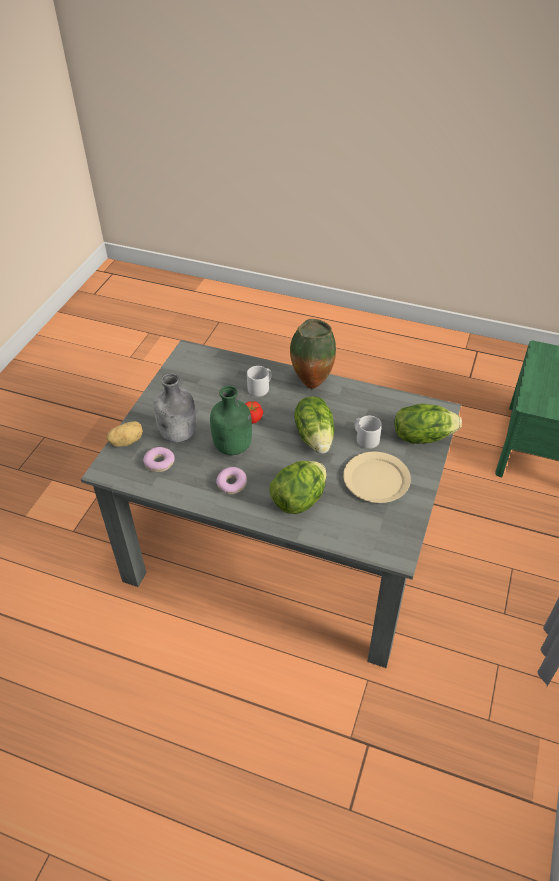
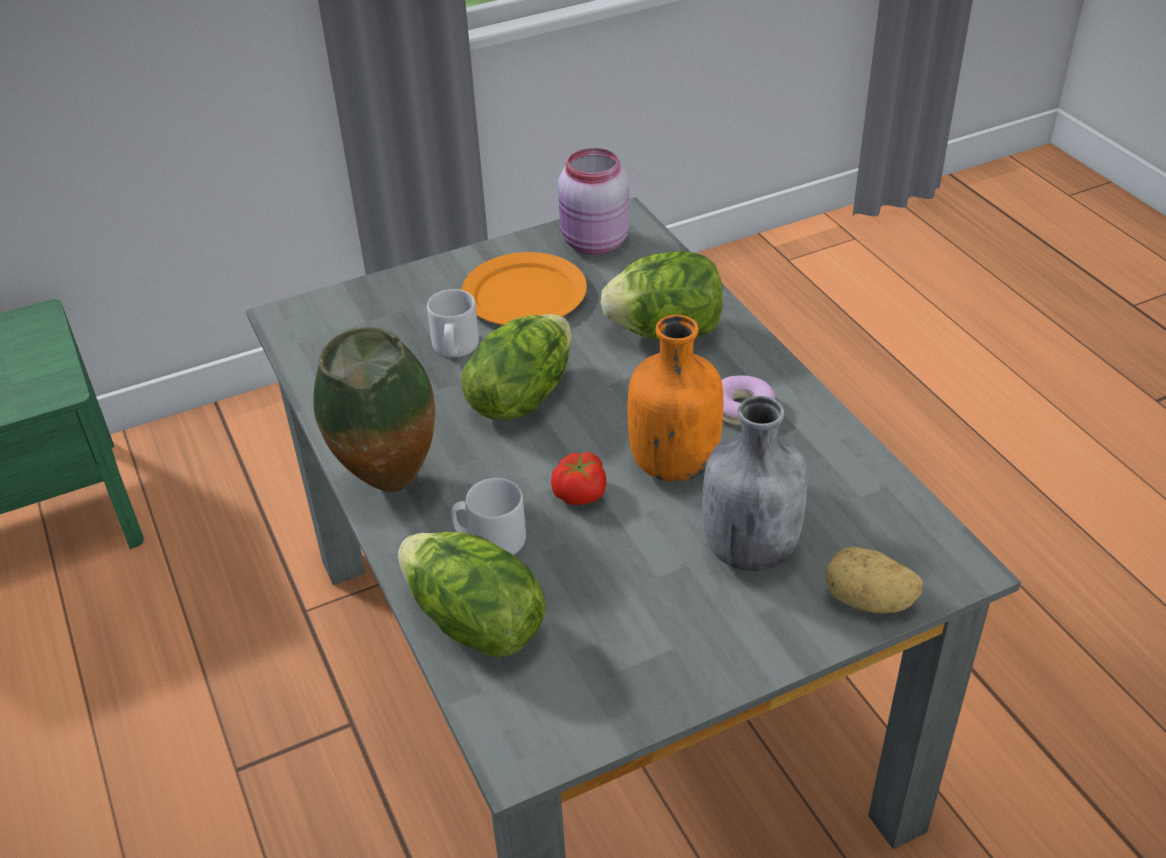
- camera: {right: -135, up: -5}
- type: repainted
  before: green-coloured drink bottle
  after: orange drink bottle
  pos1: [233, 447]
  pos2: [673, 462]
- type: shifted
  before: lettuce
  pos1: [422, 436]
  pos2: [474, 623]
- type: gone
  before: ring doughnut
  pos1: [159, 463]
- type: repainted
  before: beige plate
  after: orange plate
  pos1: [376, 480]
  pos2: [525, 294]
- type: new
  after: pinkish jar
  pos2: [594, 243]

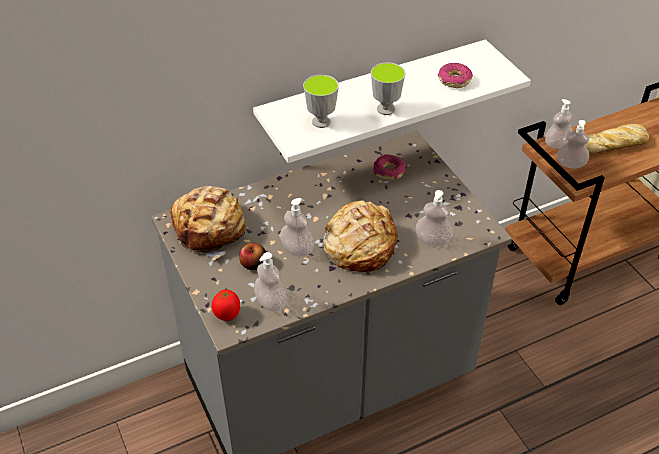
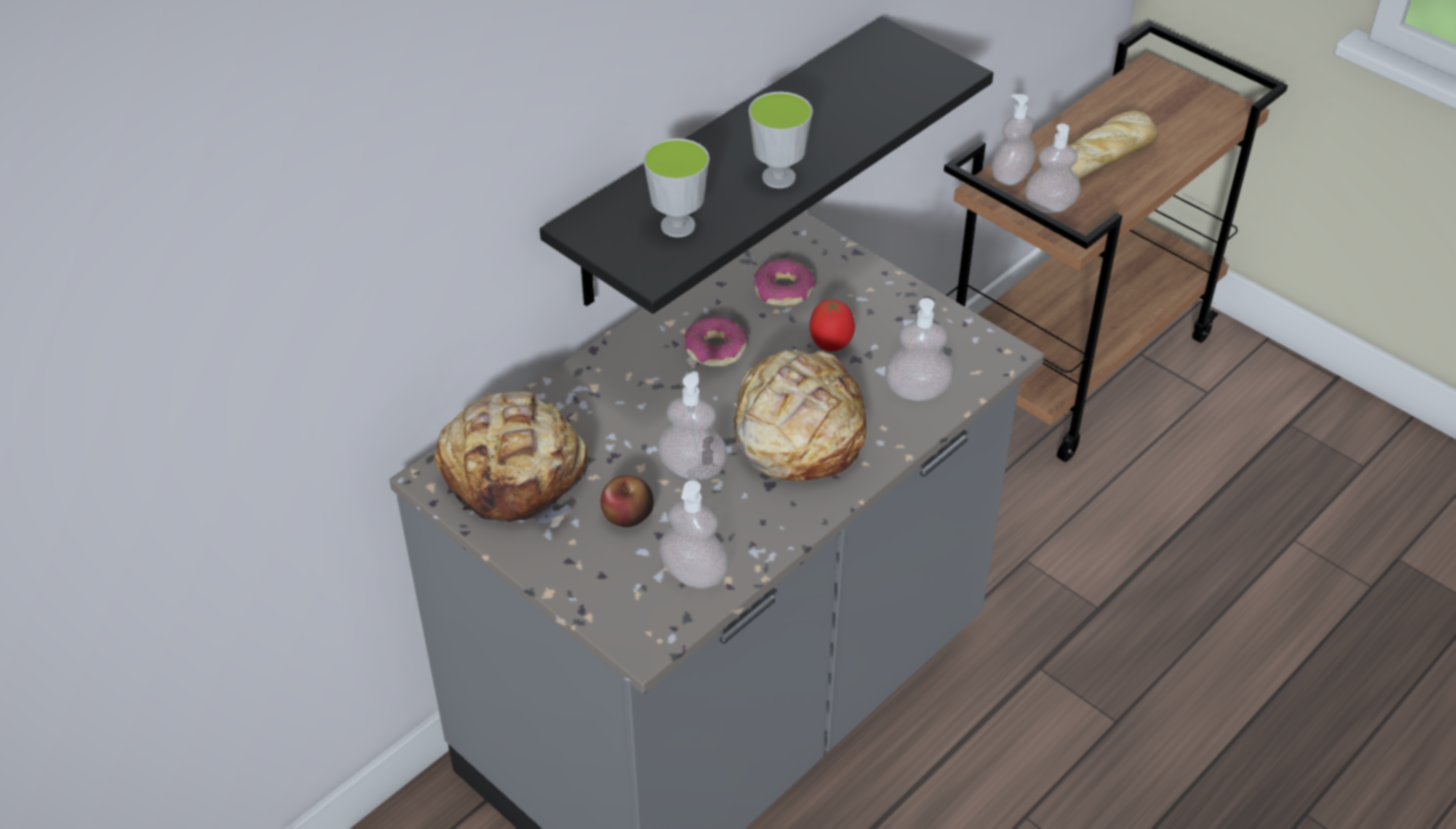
- camera: {right: -20, up: 0}
- type: repainted
  before: white bracket shelf
  after: black-coloured bracket shelf
  pos1: [373, 98]
  pos2: [722, 164]
- type: shifted
  before: ring doughnut
  pos1: [454, 80]
  pos2: [714, 350]
- type: shifted
  before: whole tomato
  pos1: [227, 315]
  pos2: [831, 345]

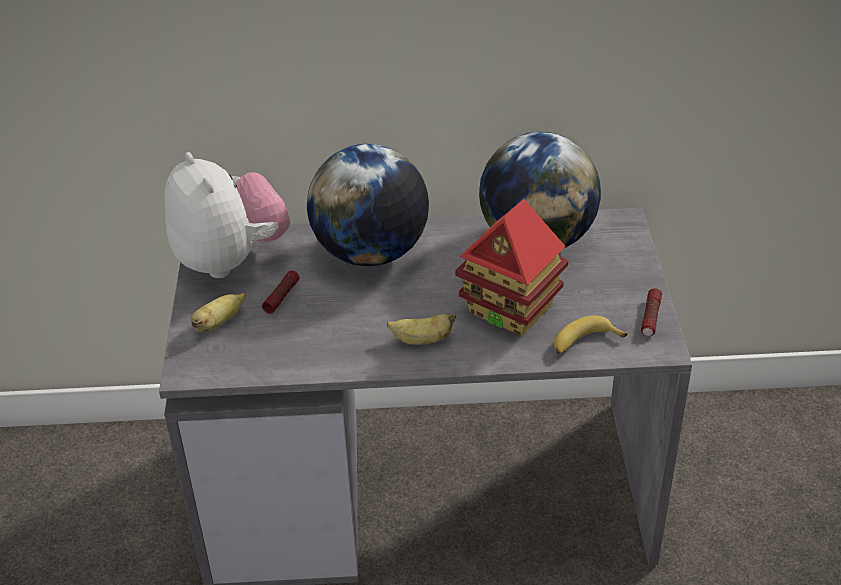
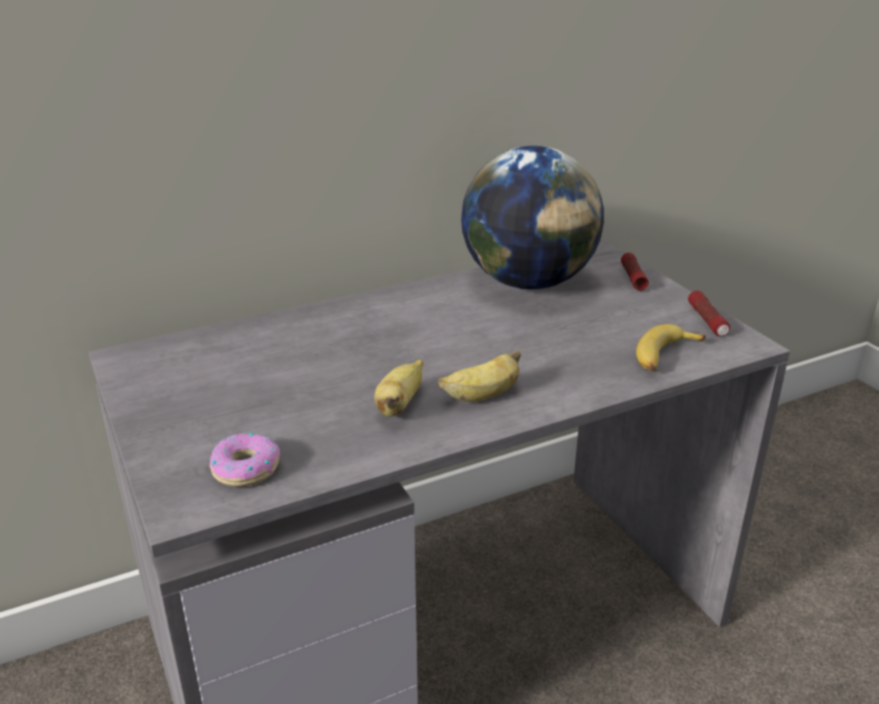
- camera: {right: -25, up: -10}
- type: gone
  before: globe
  pos1: [371, 253]
- type: gone
  before: plush toy
  pos1: [230, 259]
- type: gone
  before: miniature house
  pos1: [511, 309]
- type: shifted
  before: flashlight
  pos1: [281, 296]
  pos2: [633, 278]
- type: shifted
  before: banana fruit
  pos1: [219, 323]
  pos2: [399, 405]
- type: new
  after: ring doughnut
  pos2: [245, 468]

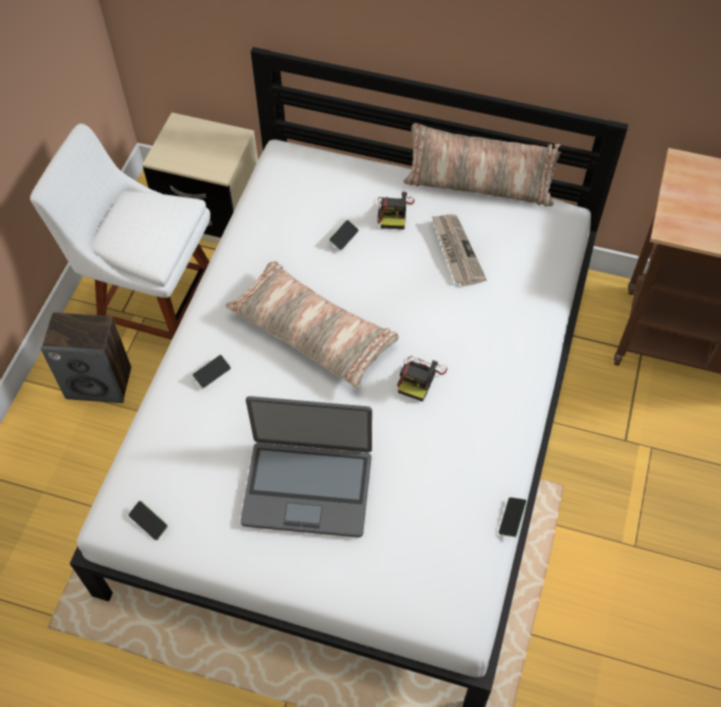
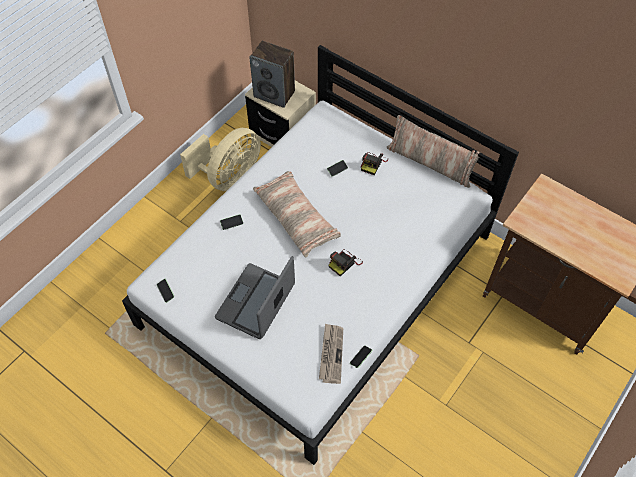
- camera: {right: 20, up: 0}
- type: swapped
  before: white chair
  after: beige fan
  pos1: [154, 307]
  pos2: [229, 177]
- type: shifted
  before: printed paper
  pos1: [456, 251]
  pos2: [331, 354]
- type: shifted
  before: audio speaker
  pos1: [100, 382]
  pos2: [275, 94]
- type: rotated
  before: notebook computer
  pos1: [307, 487]
  pos2: [256, 302]
  turn: 90

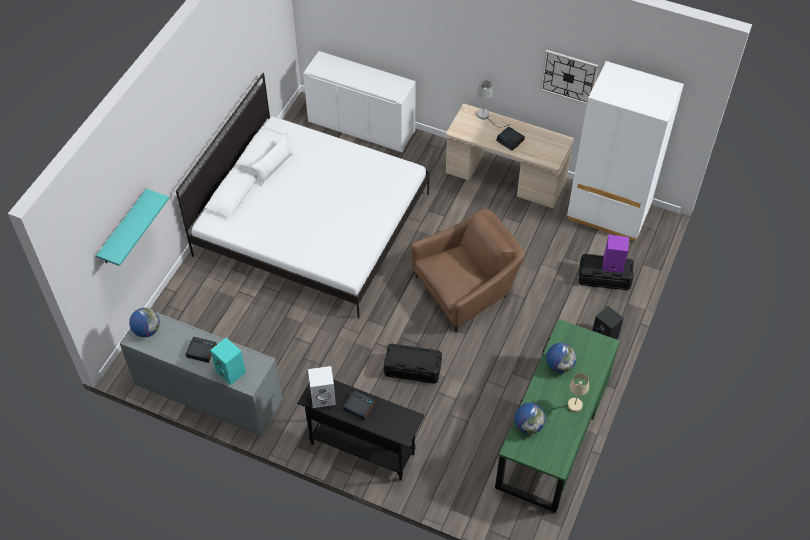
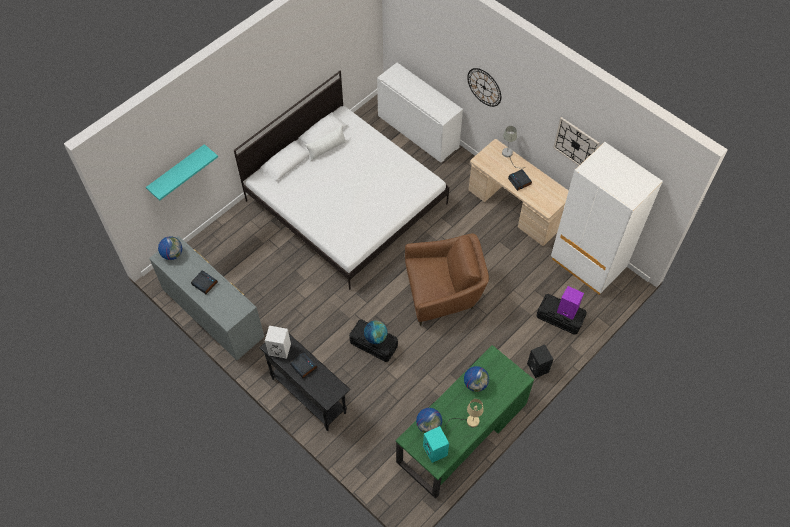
- camera: {right: 20, up: 5}
- type: shifted
  before: turquoise-coloured audio speaker
  pos1: [231, 372]
  pos2: [435, 451]
- type: new
  after: hanging clock
  pos2: [484, 87]
- type: new
  after: globe
  pos2: [375, 337]

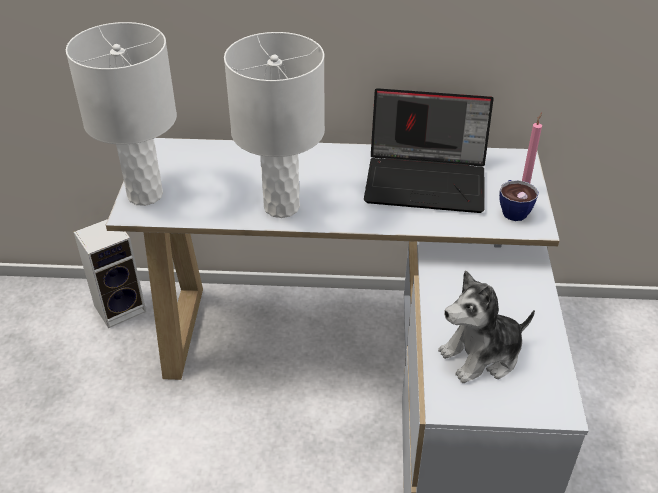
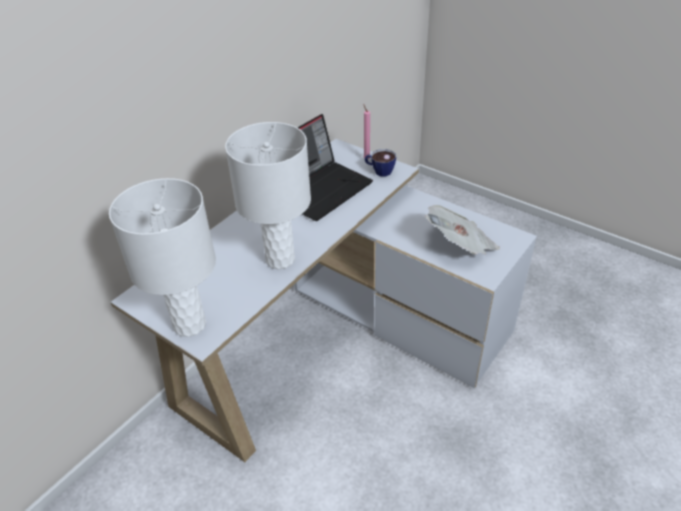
- camera: {right: -55, up: 0}
- type: gone
  before: audio speaker
  pos1: [121, 307]
- type: swapped
  before: plush toy
  after: printed paper
  pos1: [482, 356]
  pos2: [460, 246]

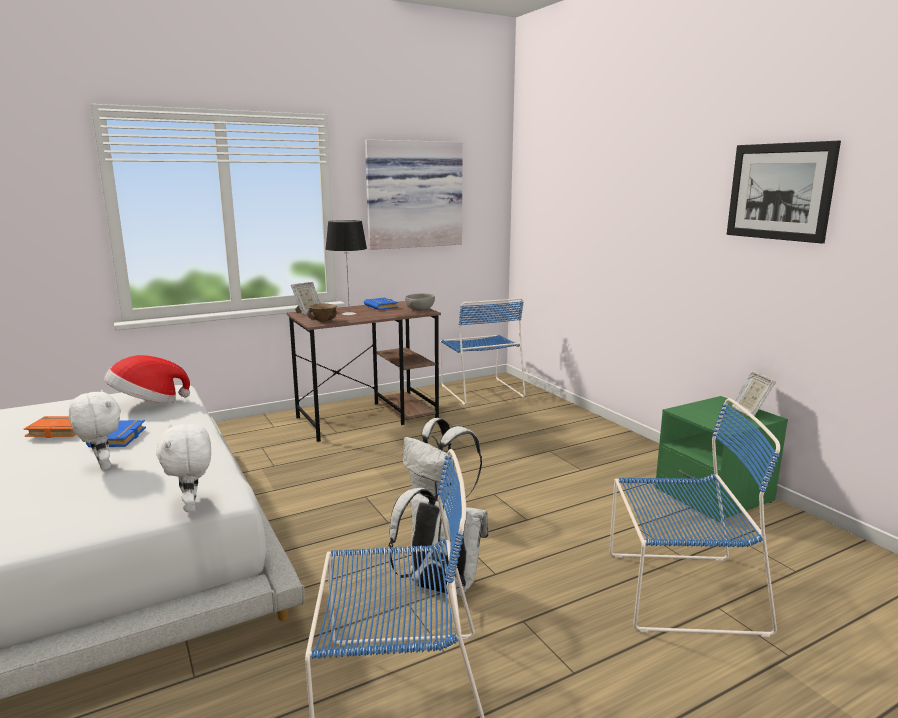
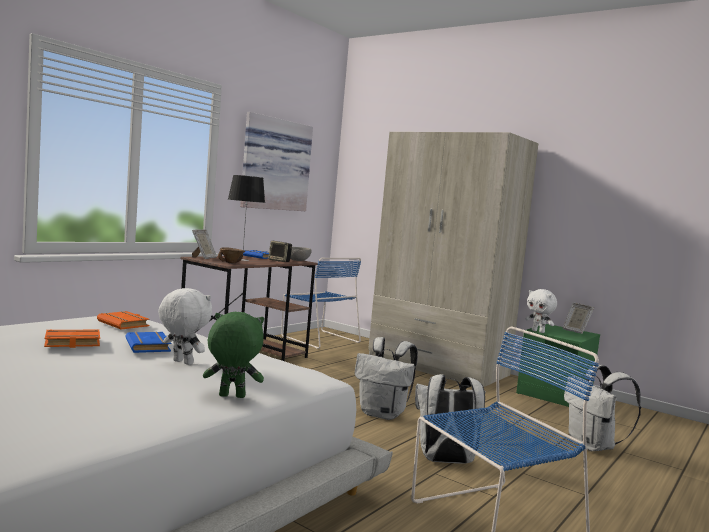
- camera: {right: -25, up: -10}
- type: gone
  before: wall picture
  pos1: [779, 191]
- type: swapped
  before: wearable hat
  after: orange volume
  pos1: [147, 403]
  pos2: [125, 324]
- type: swapped
  before: bluish chair
  after: white backpack
  pos1: [678, 591]
  pos2: [593, 446]
- type: shifted
  before: white plush toy
  pos1: [192, 506]
  pos2: [538, 331]
- type: new
  after: beige clothes cupboard
  pos2: [437, 366]
- type: new
  after: audio speaker
  pos2: [280, 261]
- type: new
  after: green-coloured plush toy
  pos2: [231, 397]

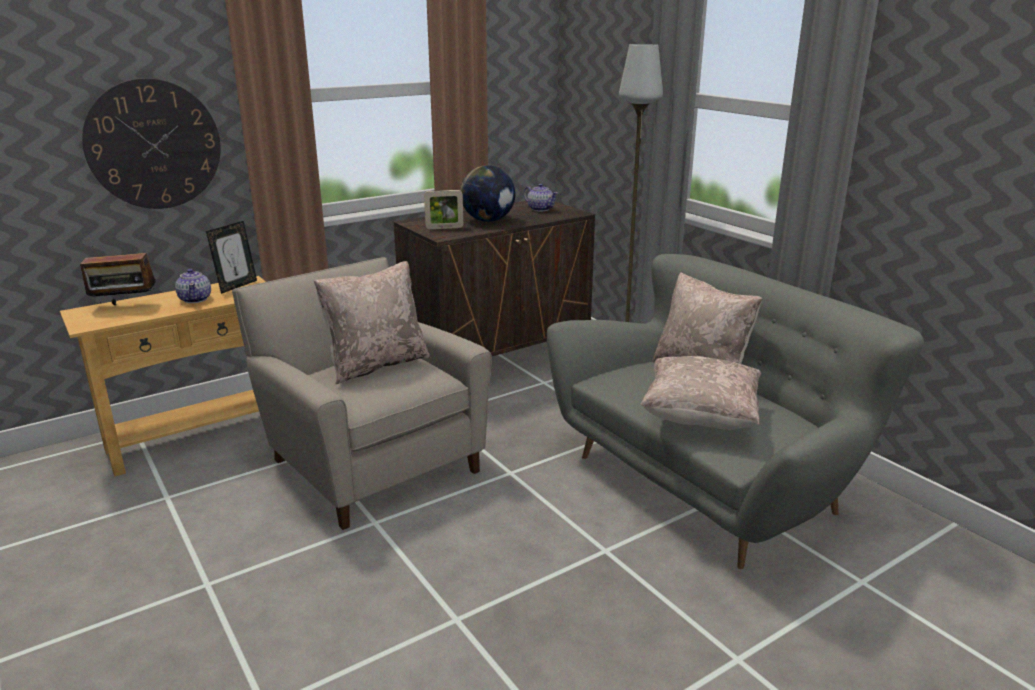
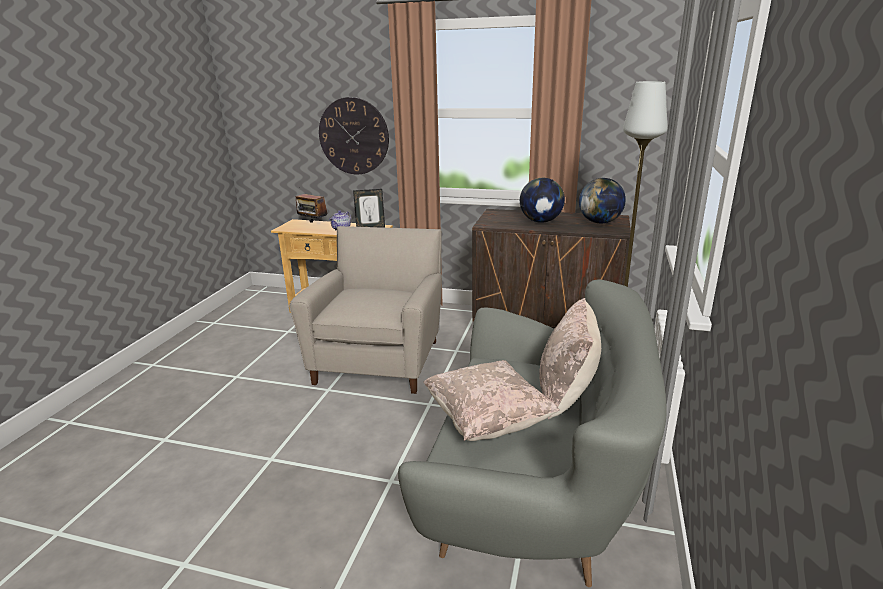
- camera: {right: 50, up: 0}
- type: swapped
  before: pot for tea
  after: globe
  pos1: [540, 209]
  pos2: [600, 222]
- type: gone
  before: photo frame
  pos1: [444, 228]
- type: gone
  before: beige throw pillow
  pos1: [376, 365]

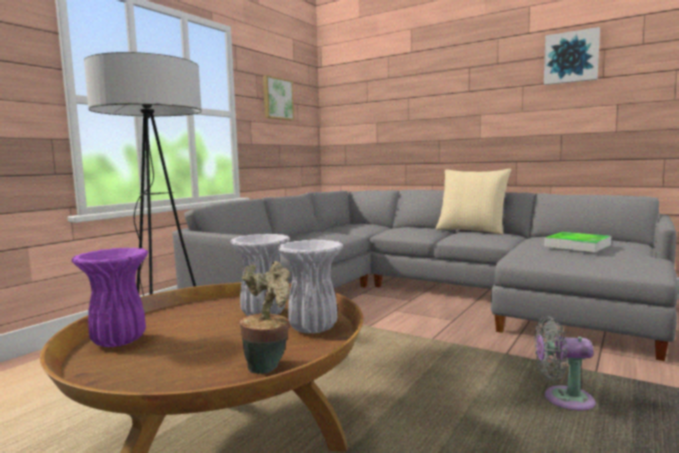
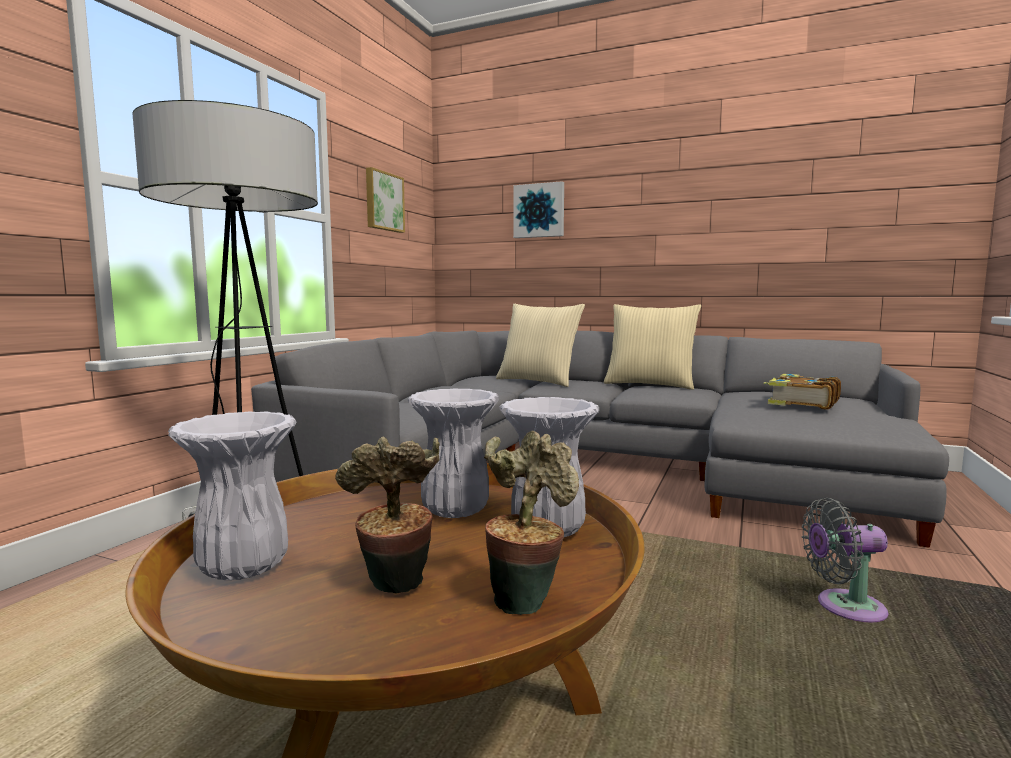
- camera: {right: -10, up: 0}
- type: shifted
  before: wall picture
  pos1: [571, 57]
  pos2: [539, 211]
- type: swapped
  before: serving tray
  after: volume
  pos1: [577, 245]
  pos2: [801, 403]
- type: repainted
  before: purple-coloured flower vase
  after: white flower vase
  pos1: [120, 341]
  pos2: [246, 567]
- type: new
  after: beige throw pillow
  pos2: [538, 381]
- type: new
  after: plant in a pot
  pos2: [396, 588]

